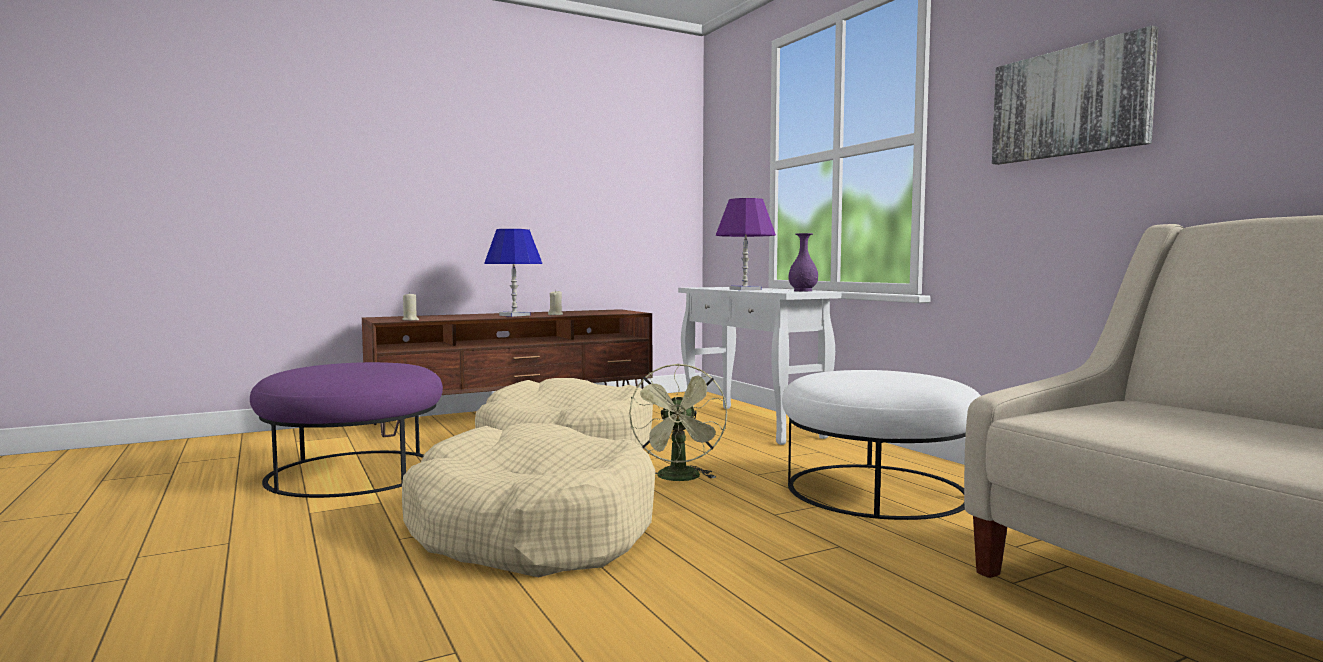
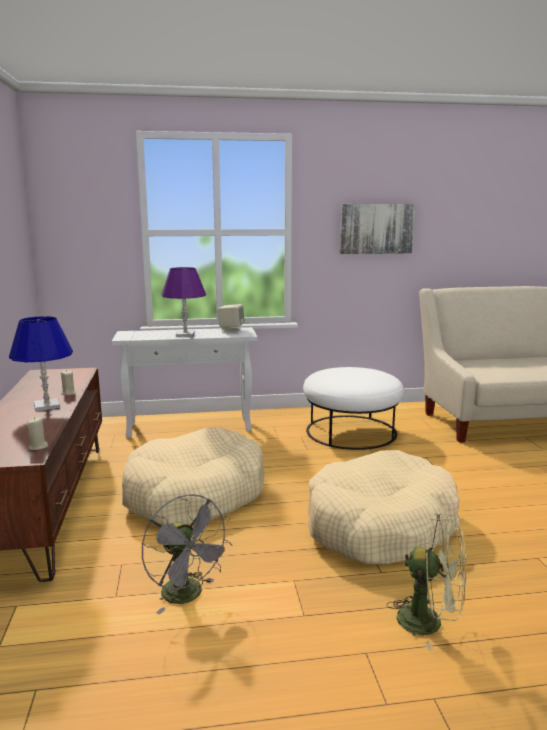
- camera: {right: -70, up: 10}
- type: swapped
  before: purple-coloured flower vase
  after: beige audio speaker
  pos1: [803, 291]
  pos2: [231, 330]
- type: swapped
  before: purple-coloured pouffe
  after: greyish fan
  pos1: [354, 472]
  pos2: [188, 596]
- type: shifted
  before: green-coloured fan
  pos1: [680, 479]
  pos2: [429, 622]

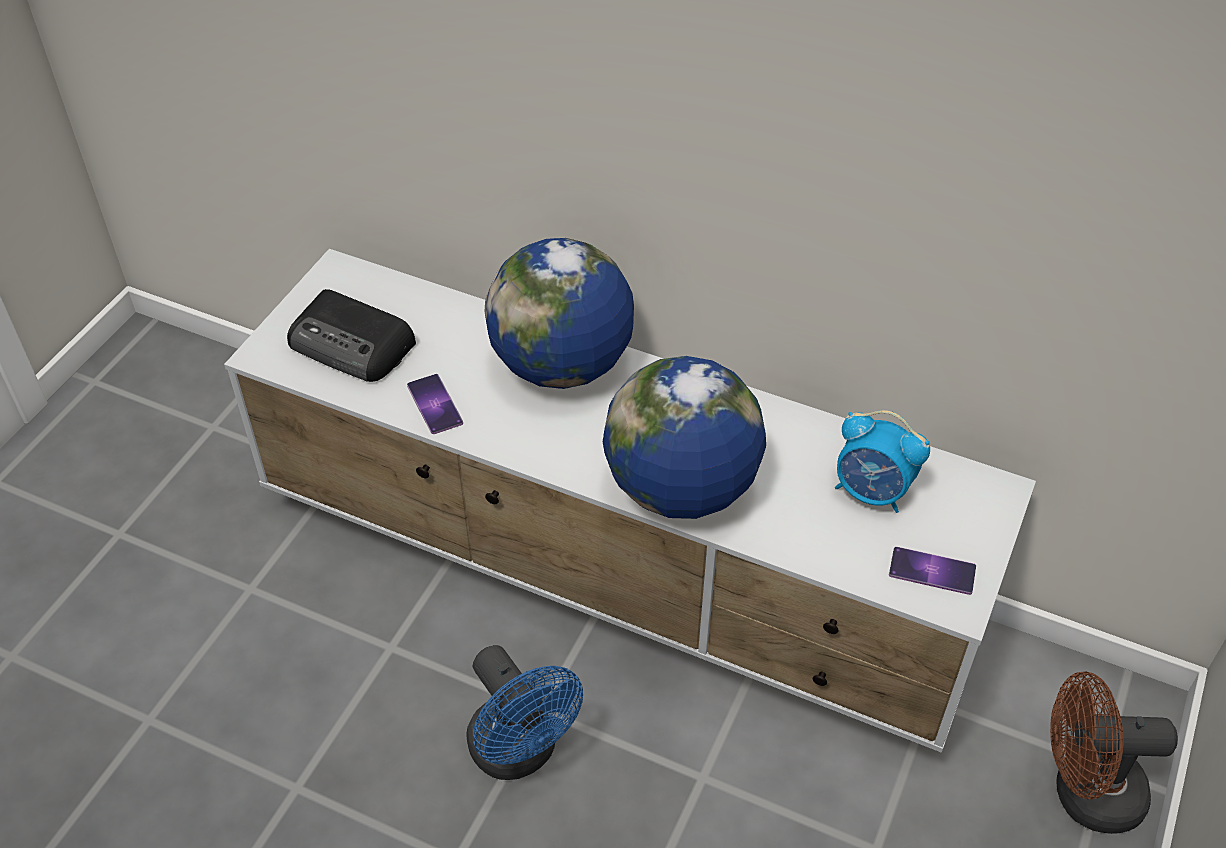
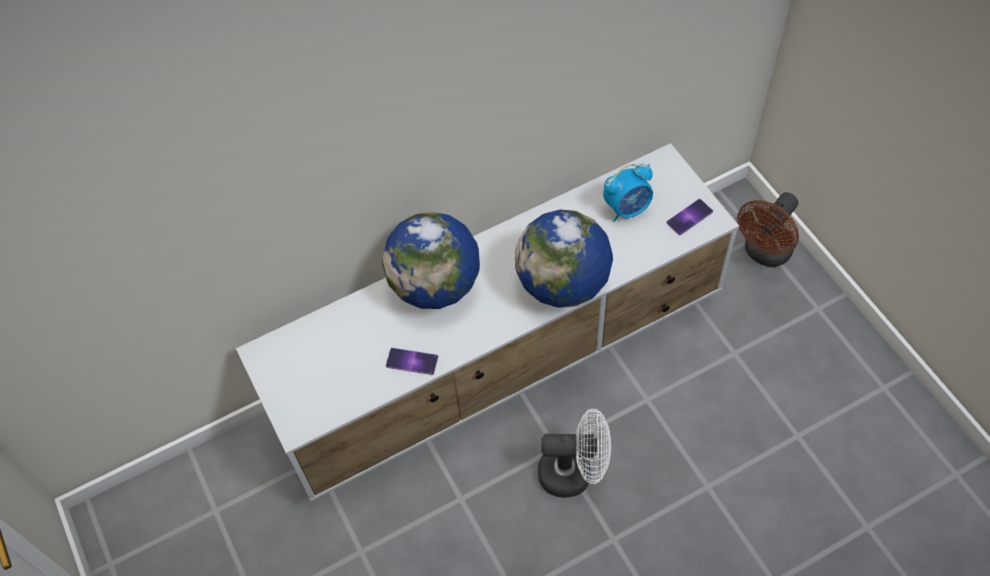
- camera: {right: -50, up: 10}
- type: gone
  before: radio receiver
  pos1: [353, 345]
- type: repainted
  before: bluish fan
  after: white fan
  pos1: [520, 753]
  pos2: [574, 473]

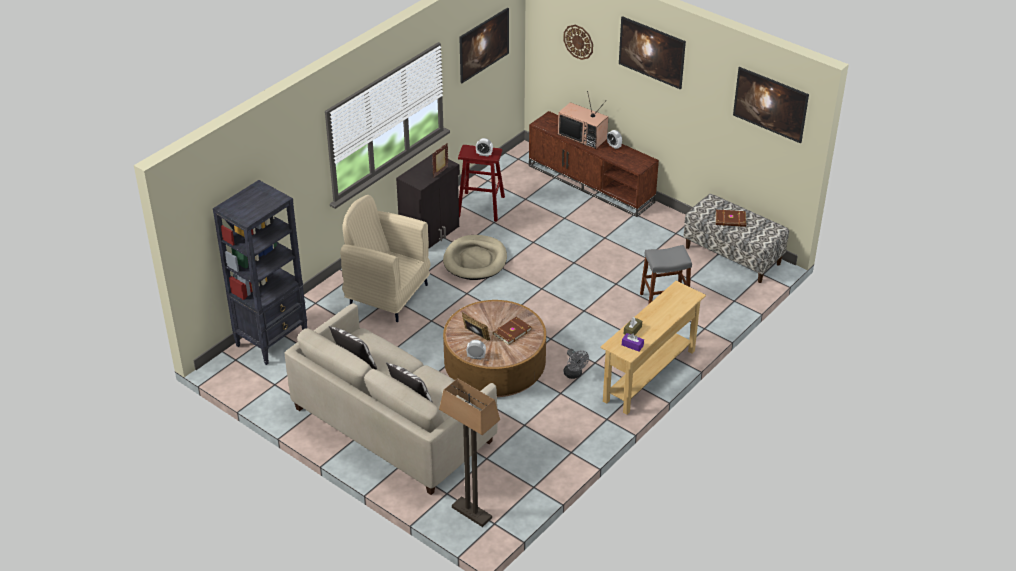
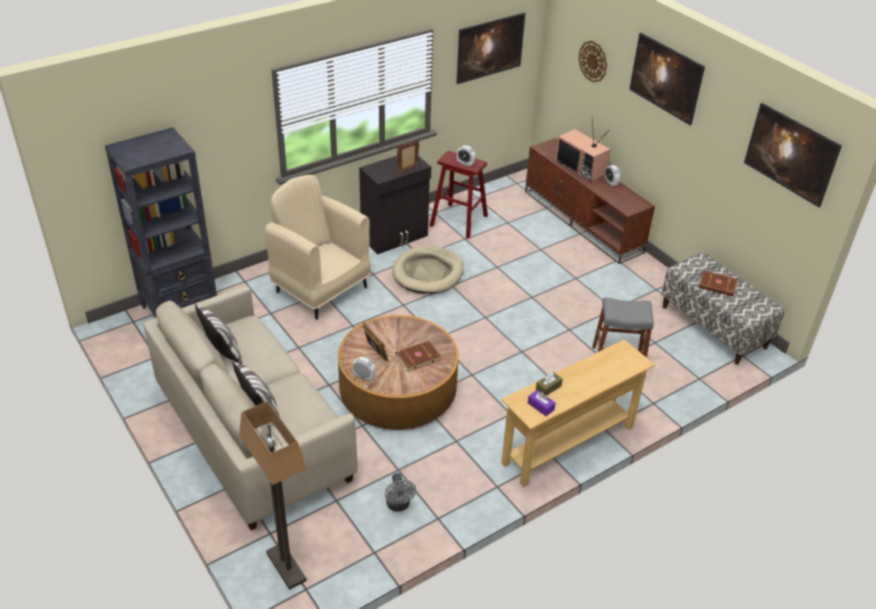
- camera: {right: 15, up: 0}
- type: shifted
  before: greyish fan
  pos1: [574, 374]
  pos2: [399, 505]

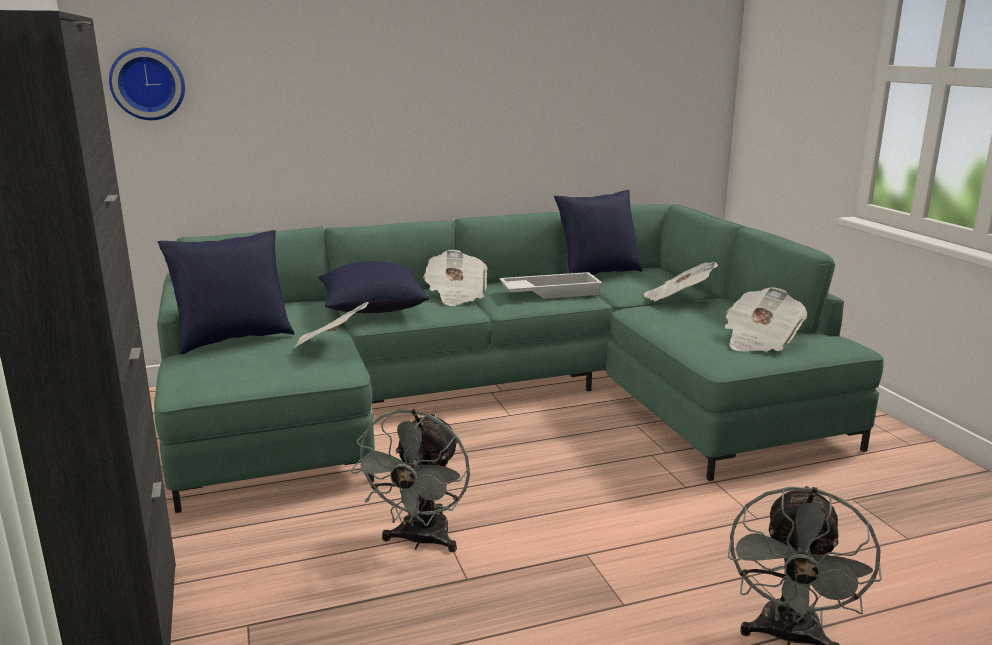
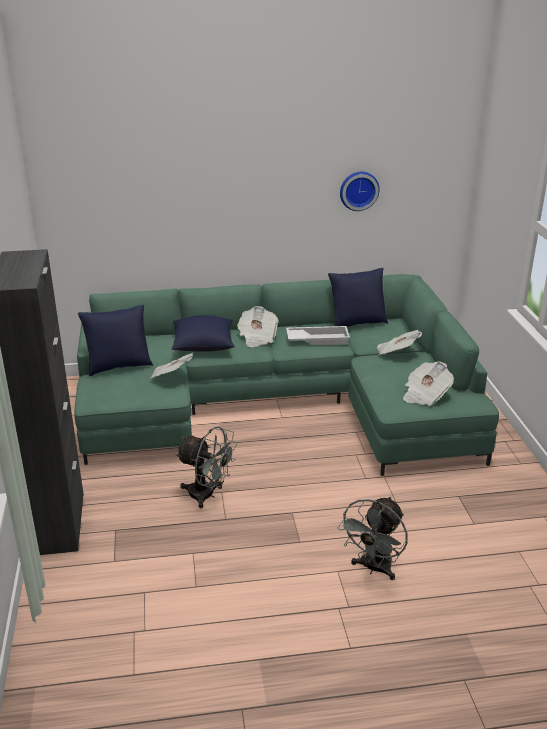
- camera: {right: 10, up: 10}
- type: shifted
  before: hanging clock
  pos1: [148, 84]
  pos2: [358, 190]
- type: rotated
  before: greyish fan
  pos1: [420, 541]
  pos2: [207, 495]
  turn: -90

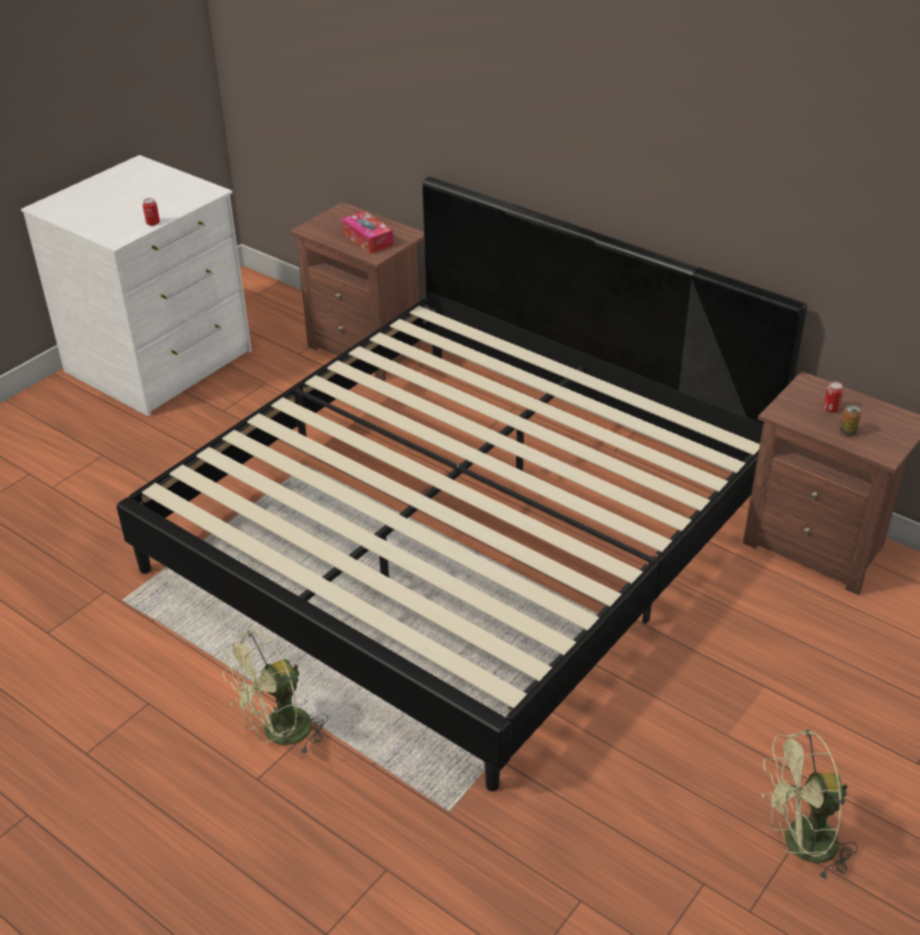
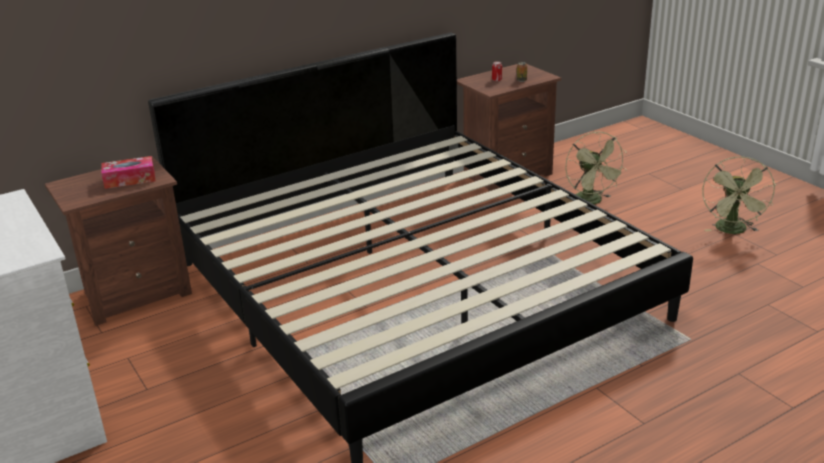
- camera: {right: -70, up: -10}
- type: gone
  before: metal can
  pos1: [153, 223]
- type: shifted
  before: green-coloured fan
  pos1: [279, 734]
  pos2: [592, 202]

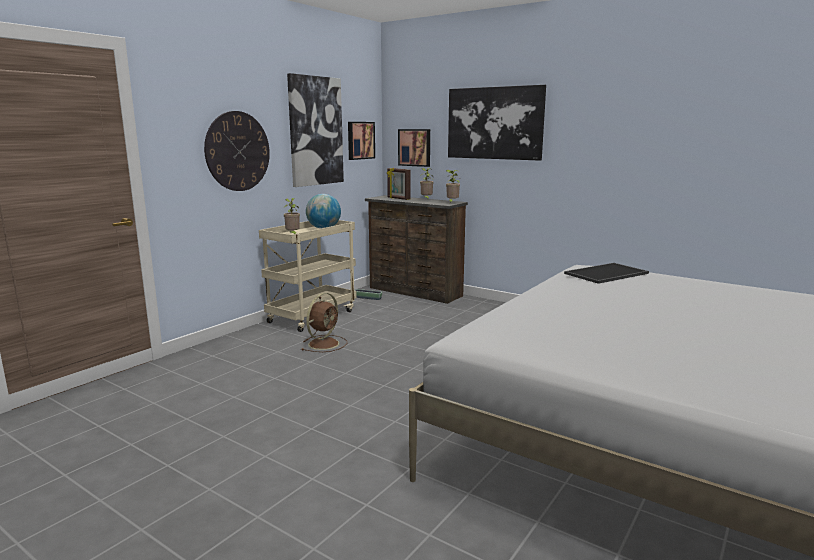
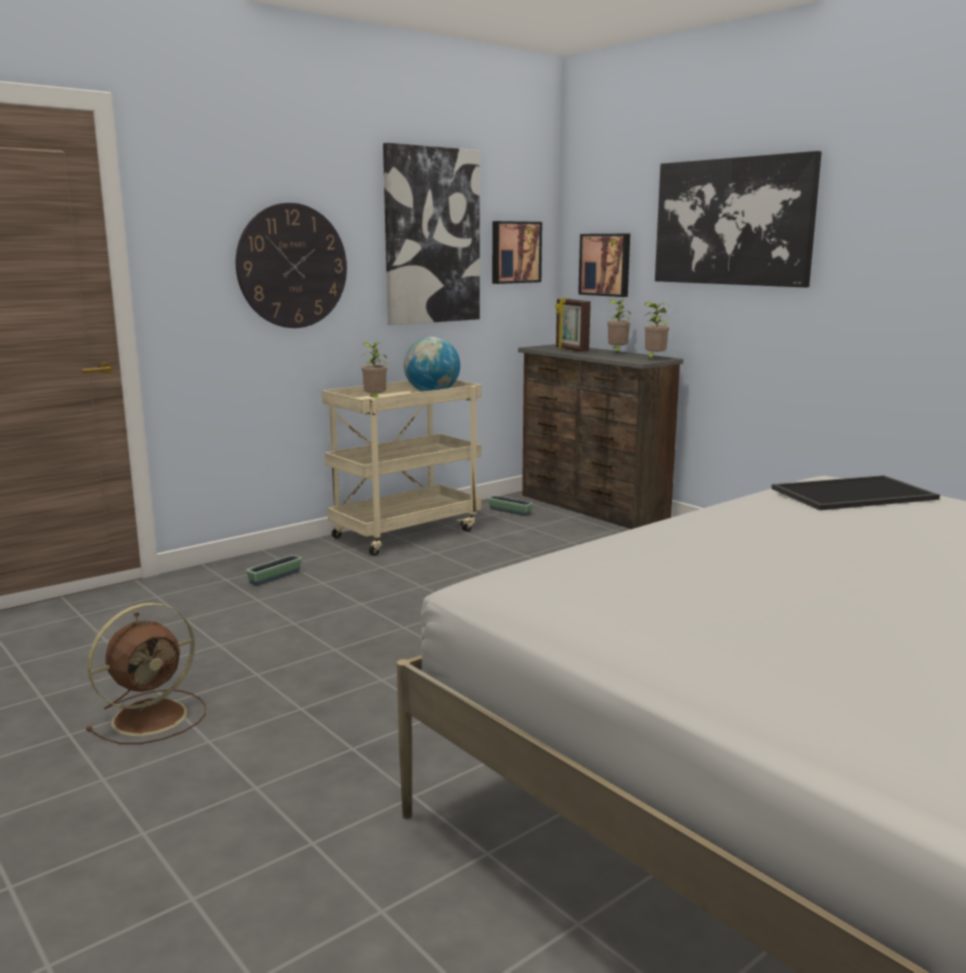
- camera: {right: 15, up: 0}
- type: shifted
  before: brown fan
  pos1: [324, 343]
  pos2: [153, 716]
- type: new
  after: flower pot
  pos2: [275, 577]

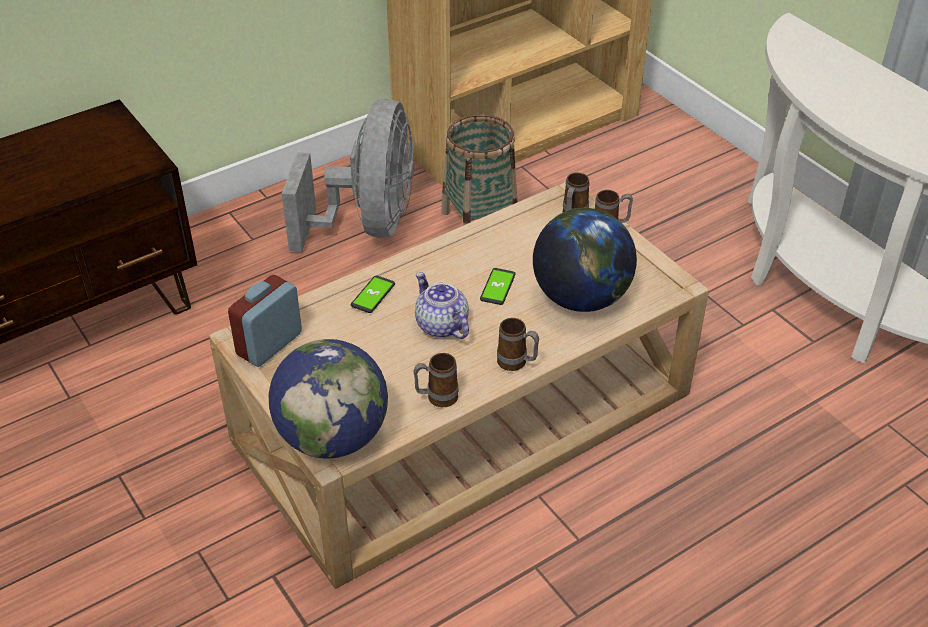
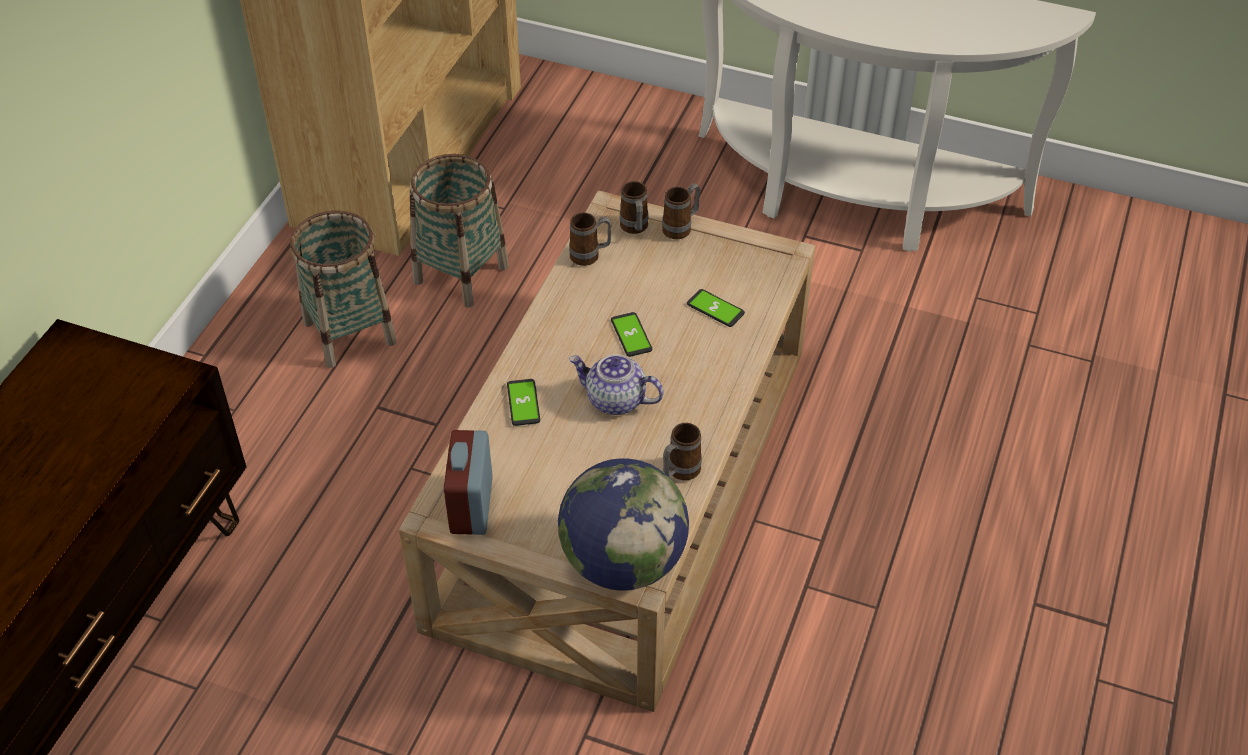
- camera: {right: -35, up: 5}
- type: swapped
  before: greyish fan
  after: household basket
  pos1: [369, 224]
  pos2: [349, 332]
- type: swapped
  before: globe
  after: telephone
  pos1: [581, 298]
  pos2: [715, 309]
- type: shifted
  before: mug
  pos1: [517, 364]
  pos2: [590, 256]

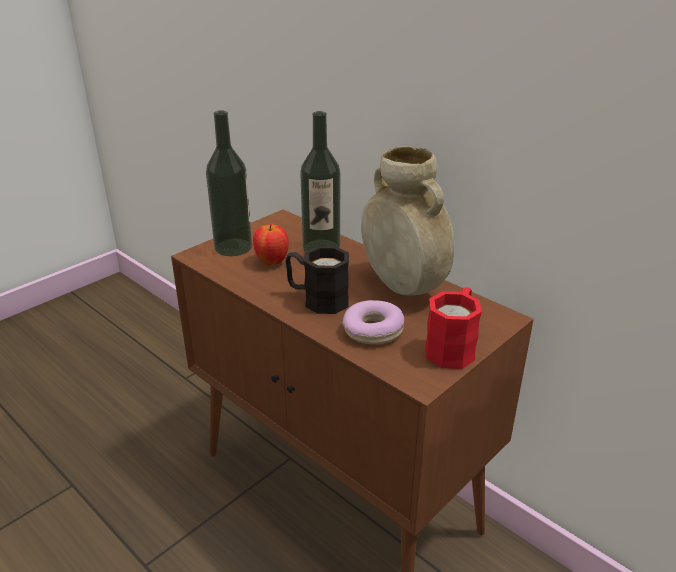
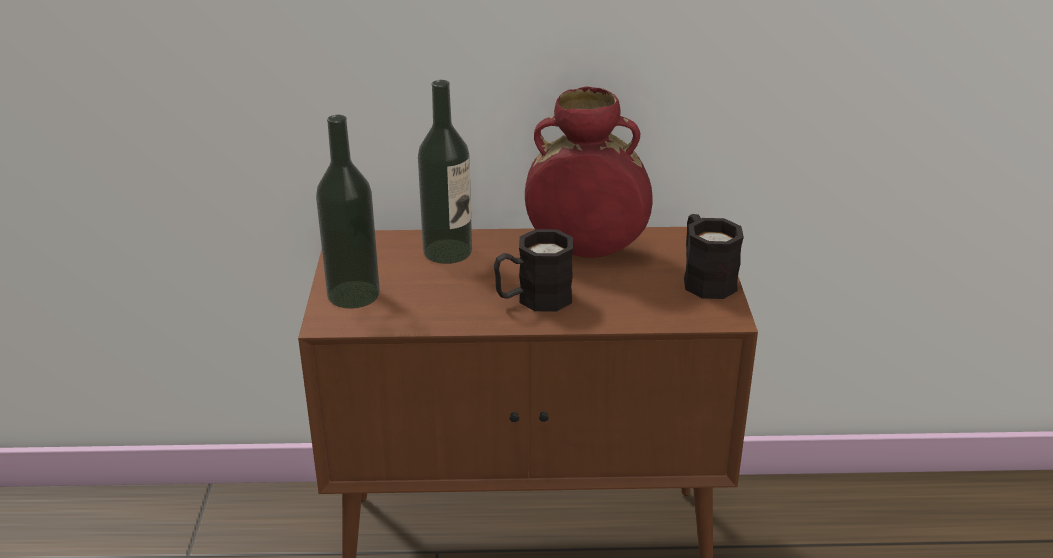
- camera: {right: -45, up: 0}
- type: repainted
  before: beige flower vase
  after: red flower vase
  pos1: [404, 287]
  pos2: [586, 250]
- type: gone
  before: apple fruit
  pos1: [272, 262]
- type: repainted
  before: red mug
  after: black-coloured mug
  pos1: [453, 346]
  pos2: [704, 278]
- type: gone
  before: ring doughnut
  pos1: [373, 330]

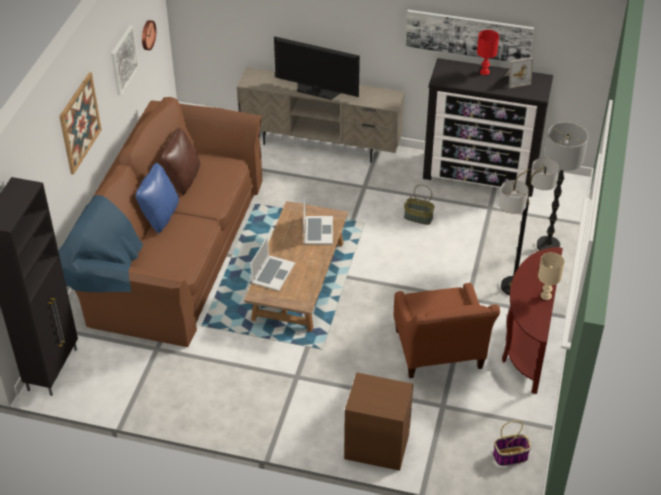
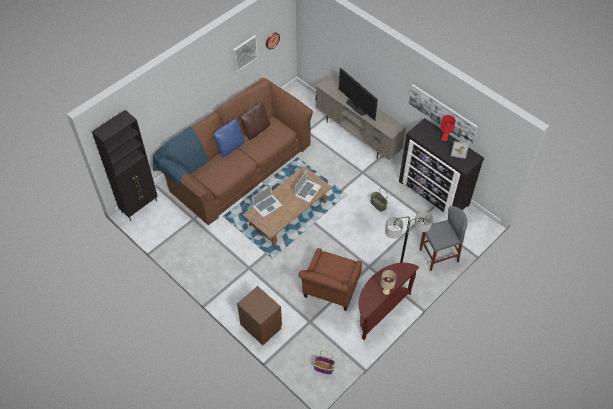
- camera: {right: 30, up: 10}
- type: gone
  before: wall picture
  pos1: [80, 123]
- type: swapped
  before: floor lamp
  after: greyish sitting stool
  pos1: [548, 245]
  pos2: [438, 255]

